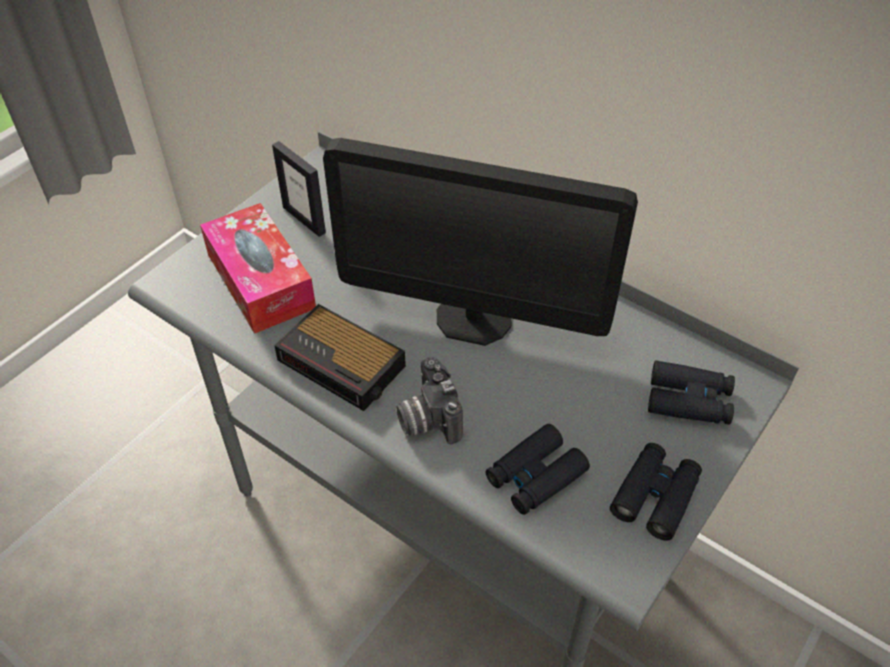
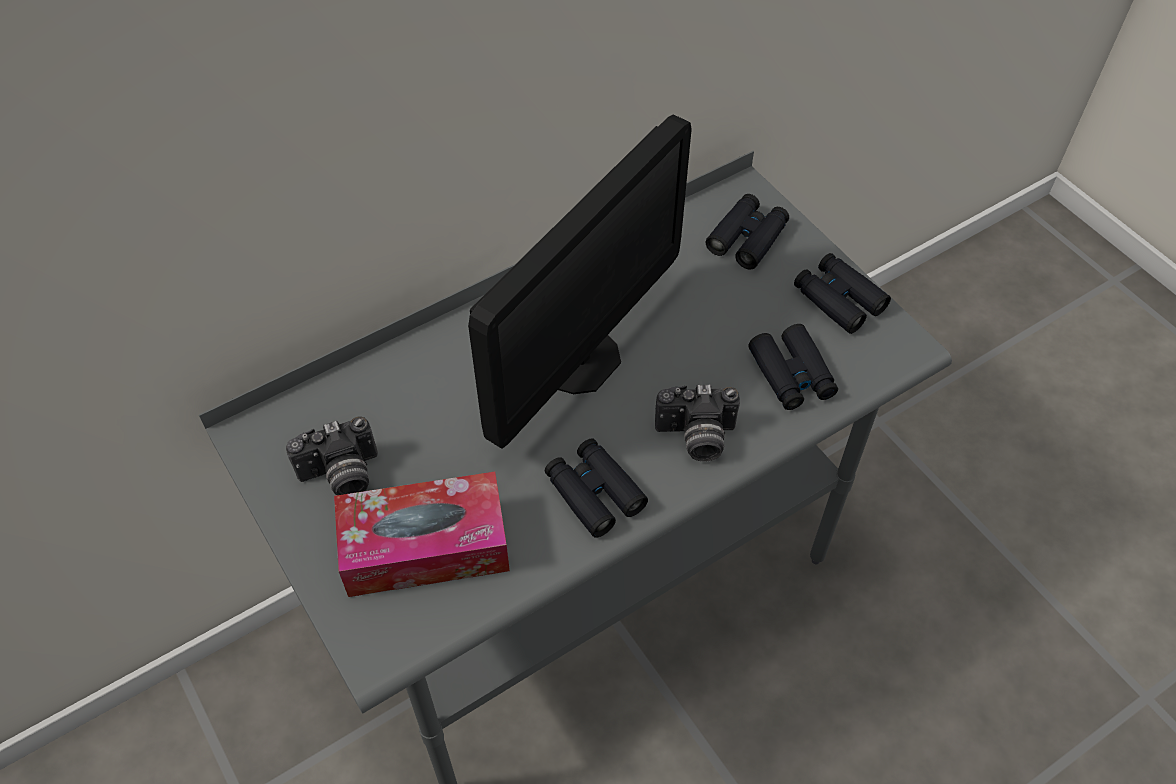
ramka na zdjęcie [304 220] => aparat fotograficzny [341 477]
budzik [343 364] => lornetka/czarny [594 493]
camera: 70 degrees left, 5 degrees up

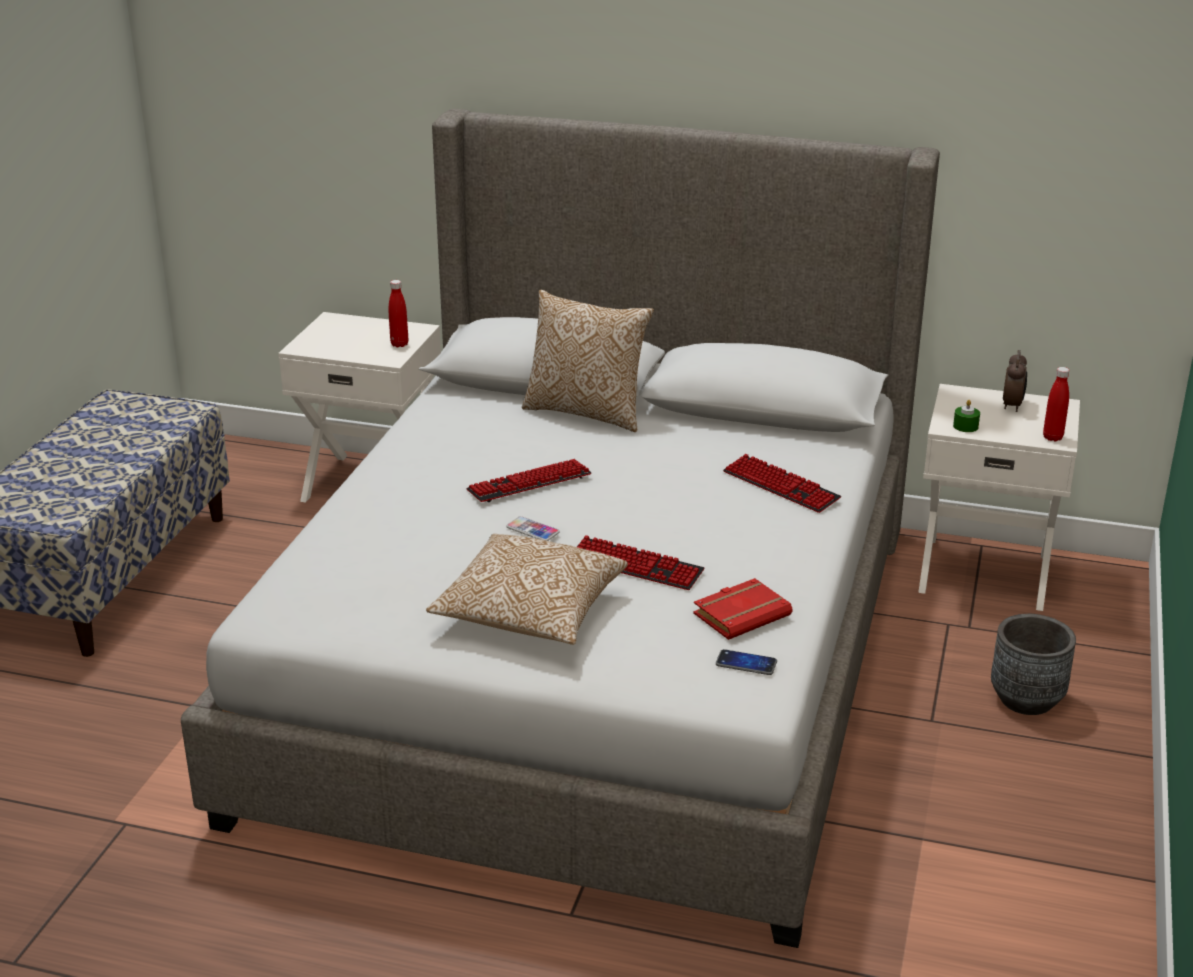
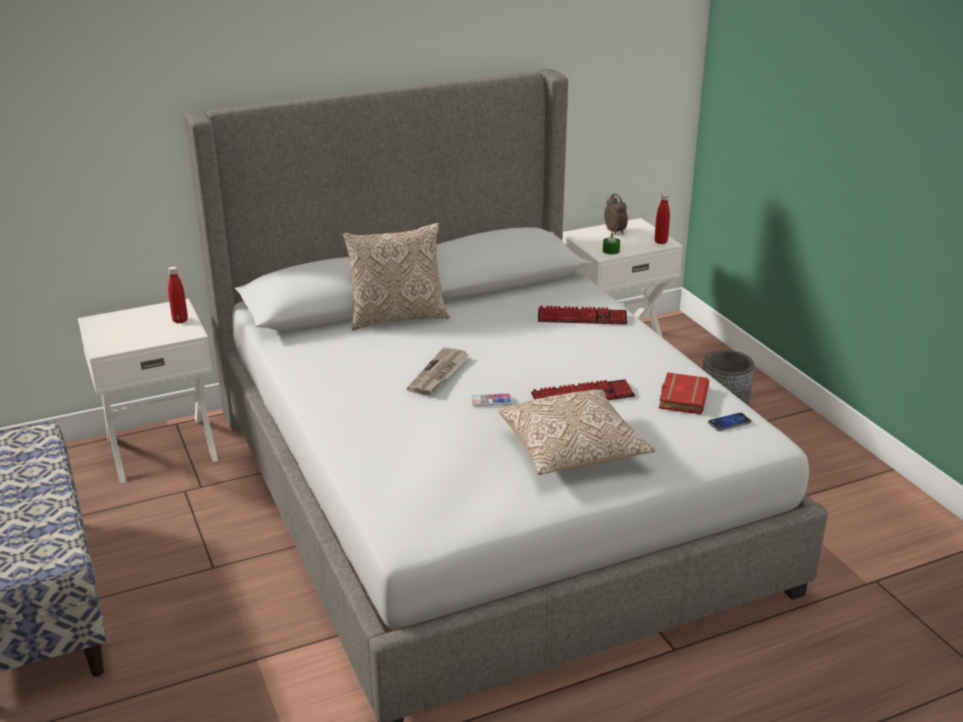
klawiatura [529 483] => gazeta [439 374]
camera: 40 degrees left, 0 degrees up

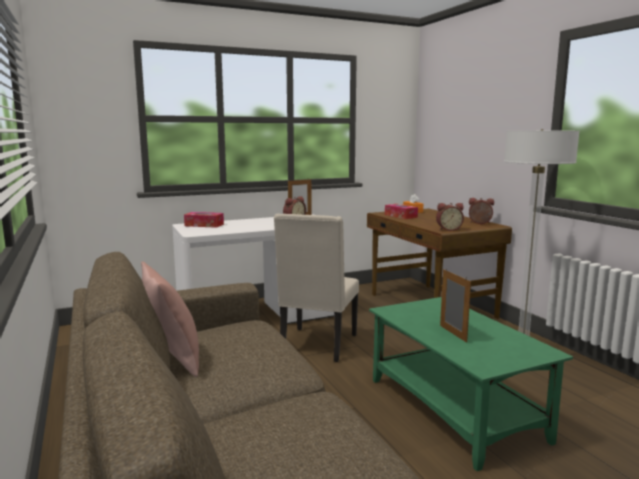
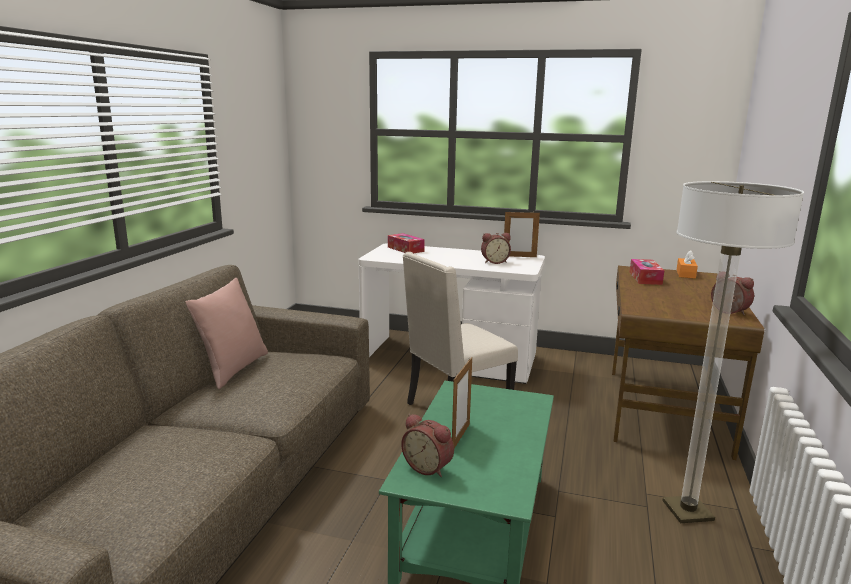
budzik [448 229] => budzik [429 467], relocated
camera: 40 degrees right, 5 degrees up

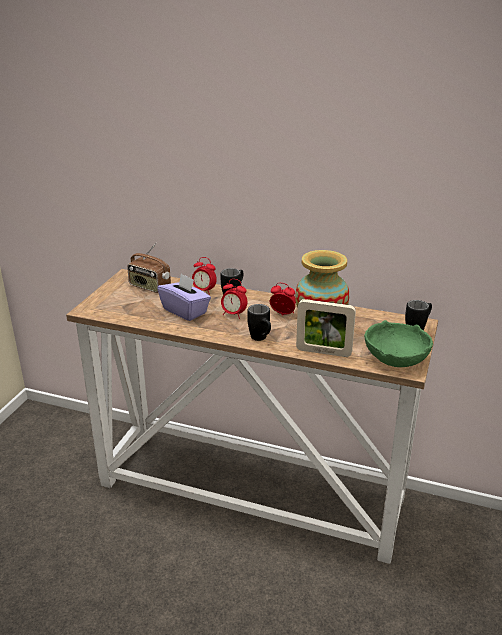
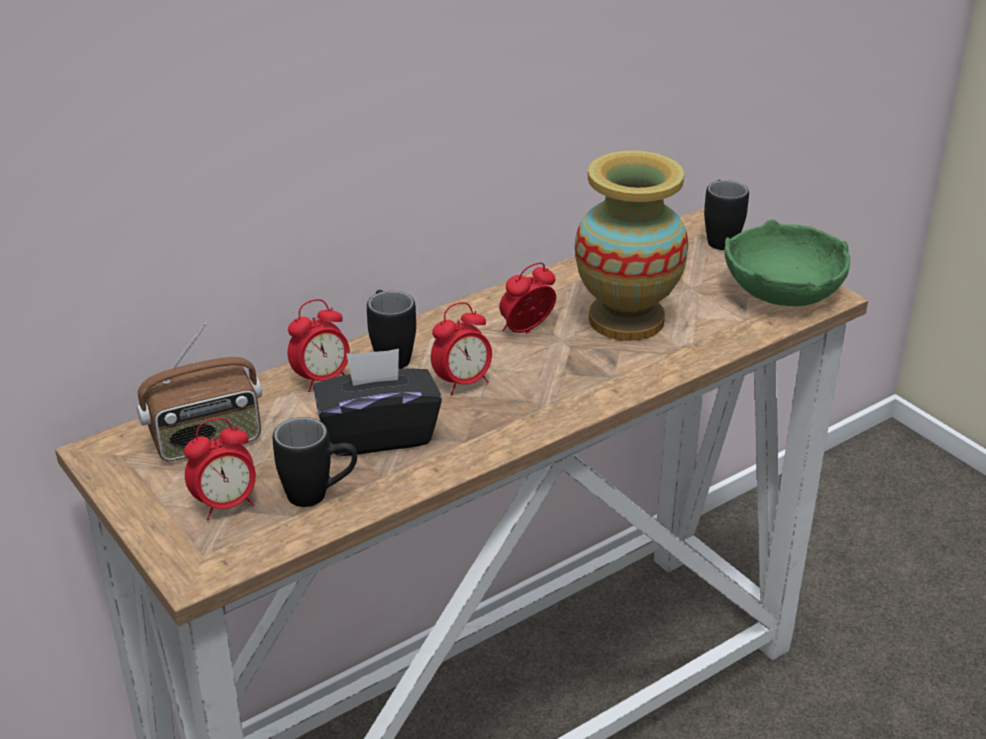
pudełko chusteczek/fioletowy [185 311] => pudełko chusteczek/czarny [378 434]
ramka na zdjęcie [323 352] => nothing
kubek/czarny [261 339] => kubek/czarny [319 496], relocated
nothing => budzik [226 505]
camera: 55 degrees left, 5 degrees up

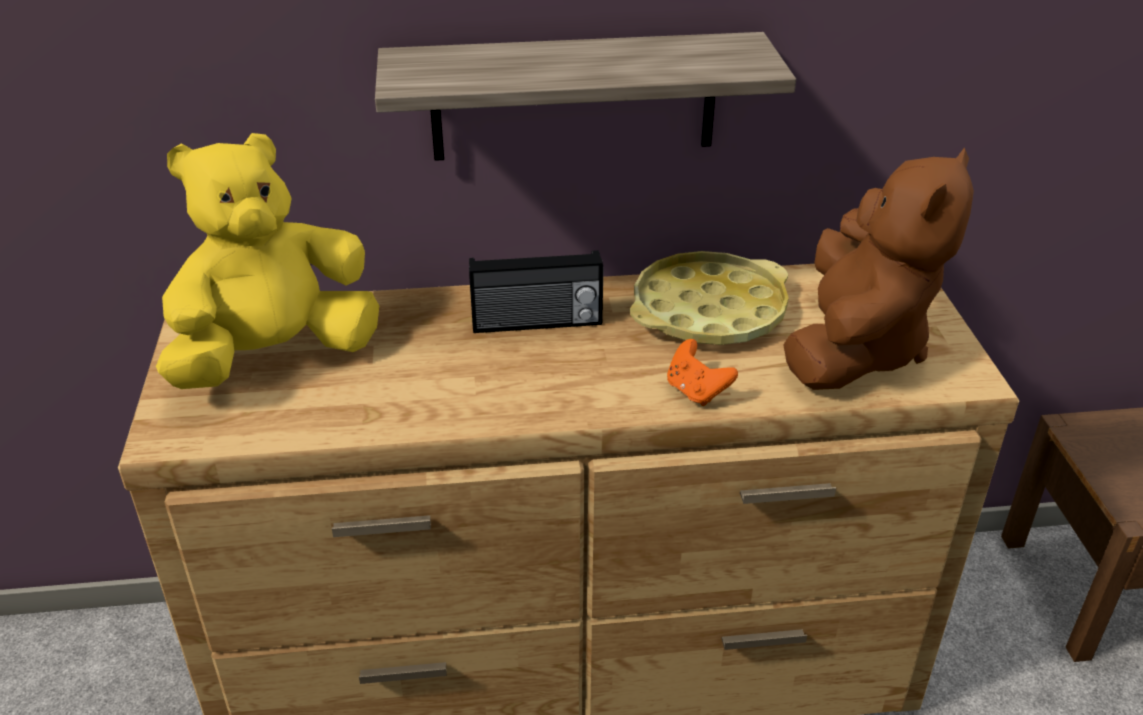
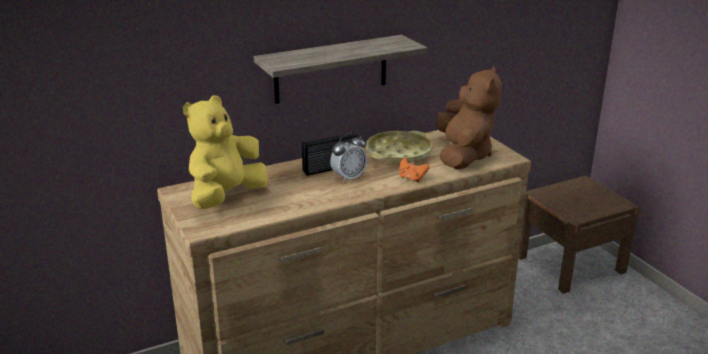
nothing => budzik [348 178]
camera: 20 degrees left, 10 degrees down

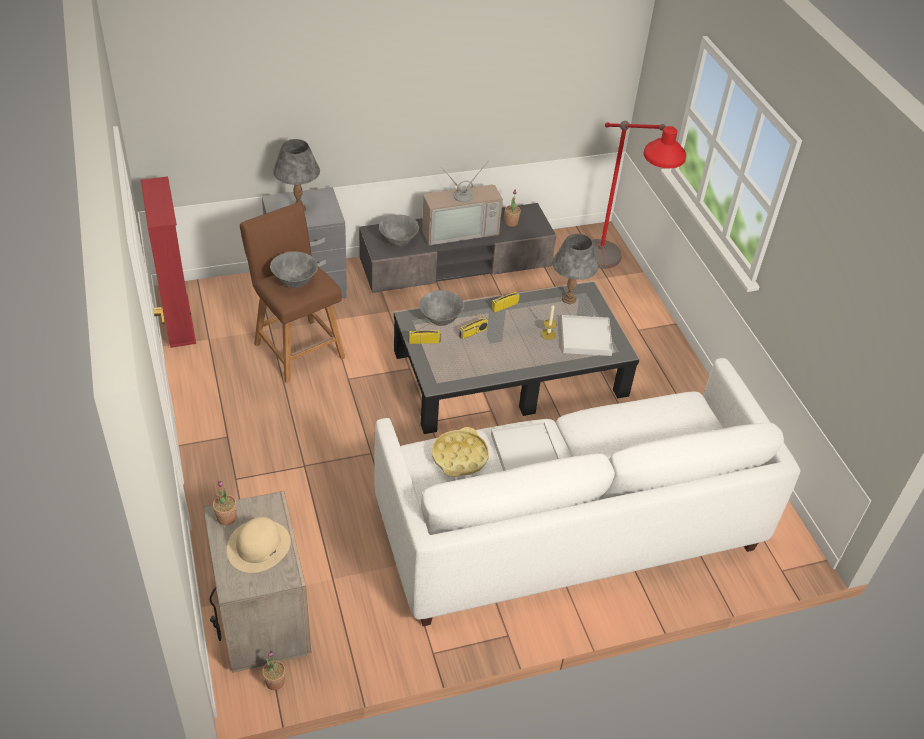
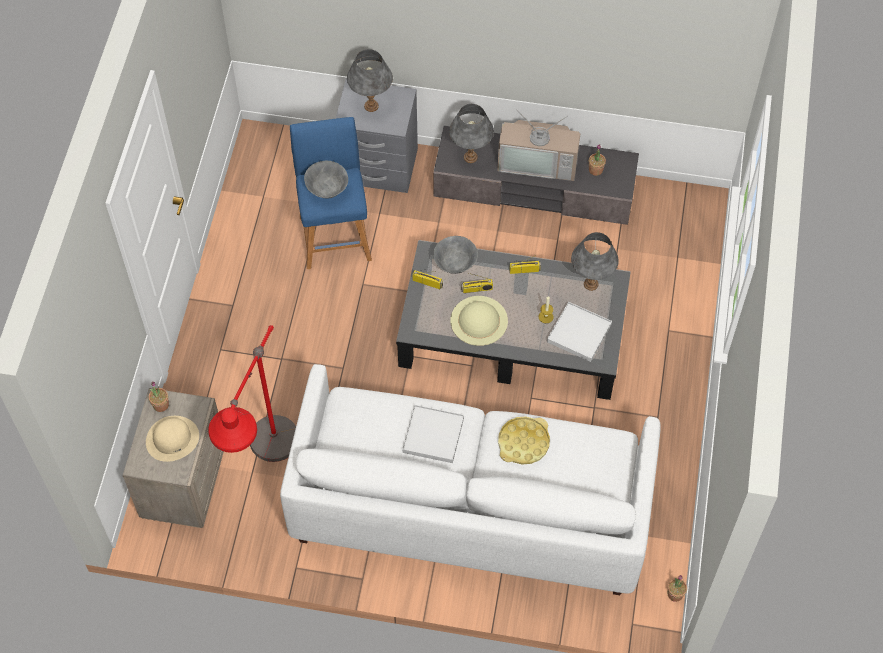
lampa stojąca/czerwony [611 274] => lampa stojąca/czerwony [266 471], relocated
regał/czerwony [178 321] => nothing
stołek/brązowy [297 348] => stołek/niebieski [334 234]
miska/szary [398 242] => lampa stołowa/szary [471 157]
taca/żółty [459 456] => taca/żółty [523 443], relocated
roślina doniczkowa [275 682] => roślina doniczkowa [675 594], relocated
nothing => kapelusz/beżowy [479 320]
camera: 30 degrees right, 15 degrees up

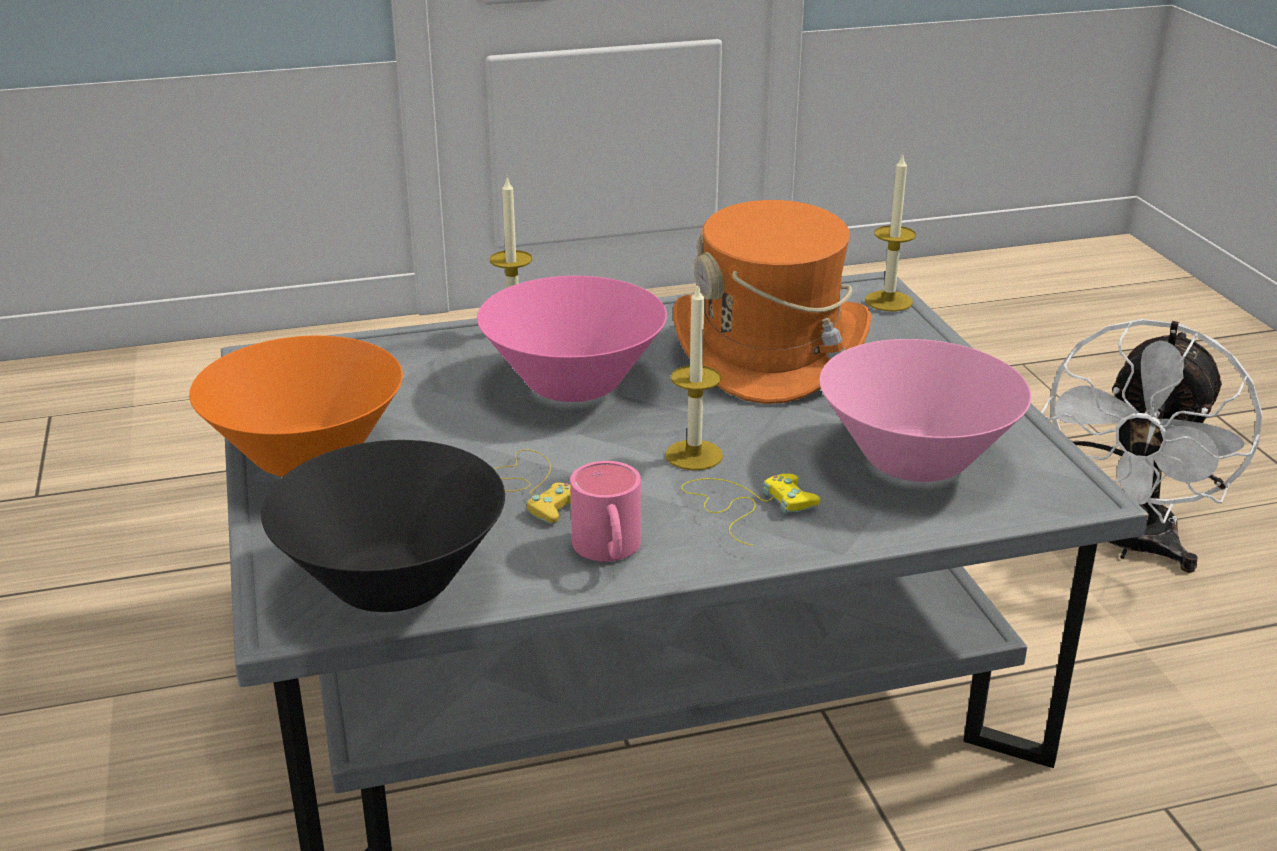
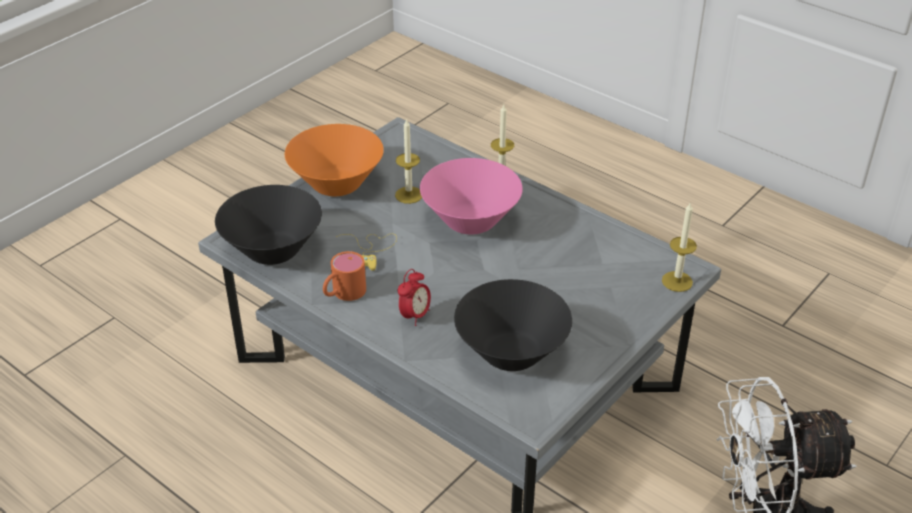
kapelusz/pomarańczowy [770 351] => nothing
świeca [694 455] => świeca [409 195], relocated
miska/różowy [915 460] => miska/czarny [511 353]
kubek/różowy [609 551] => kubek/pomarańczowy [343 293]
pad do gier/żółty [745 505] => budzik [415 315]
camera: 55 degrees right, 10 degrees up

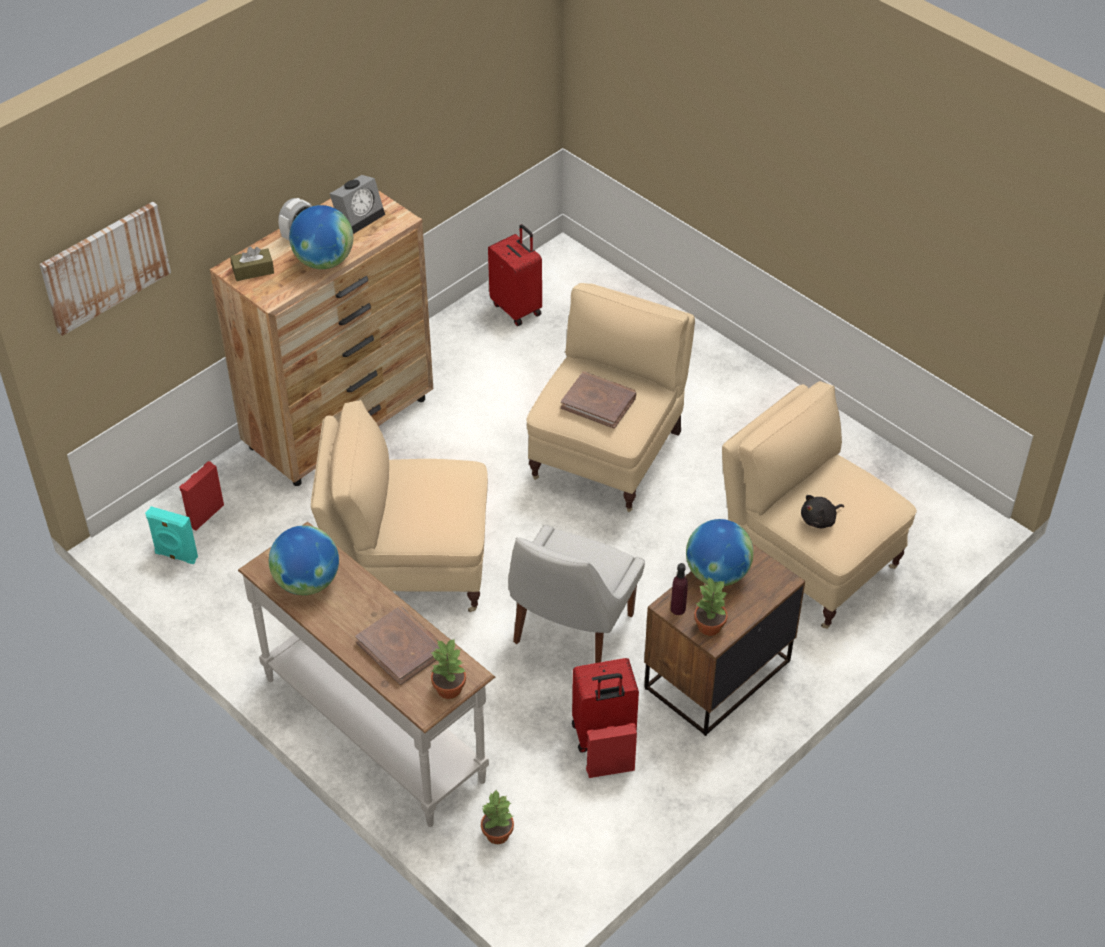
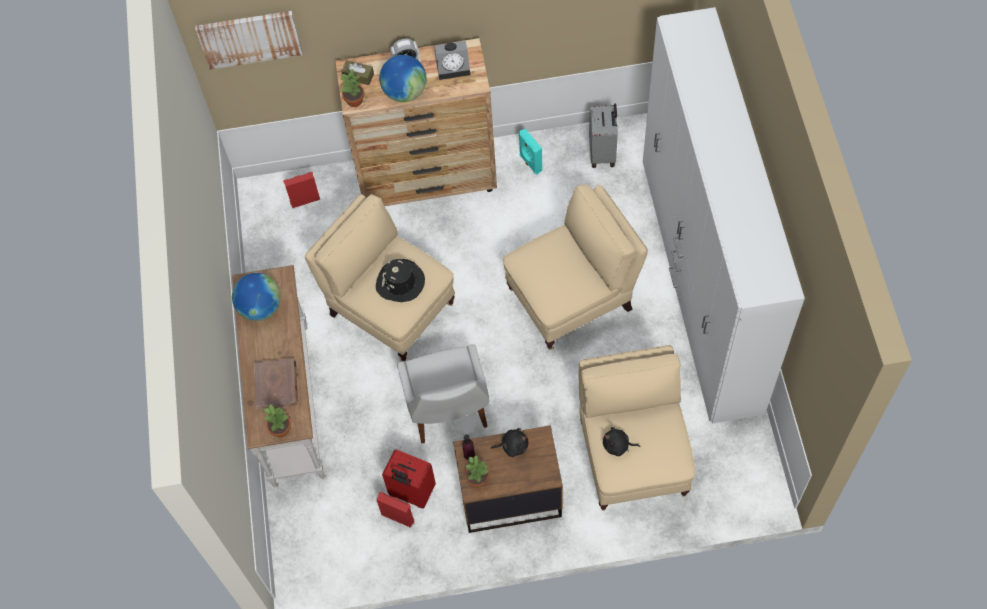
walizka/czerwony [517 308] => walizka/szary [603 153]
książka/brązowy [599 402] => nothing
głośnik/turkusowy [175 556] => głośnik/turkusowy [530 163], relocated
globus [716 574] => pluszak/czarny [512 446]
krzesło/biały [571 632] => krzesło/biały [448 412], 75 degrees counterclockwise
roślina doniczkowa [497 835] => roślina doniczkowa [354 101], relocated
nothing => szafa/biały [700 282]
nothing => kapelusz/czarny [400 282]
camera: 40 degrees right, 15 degrees up

